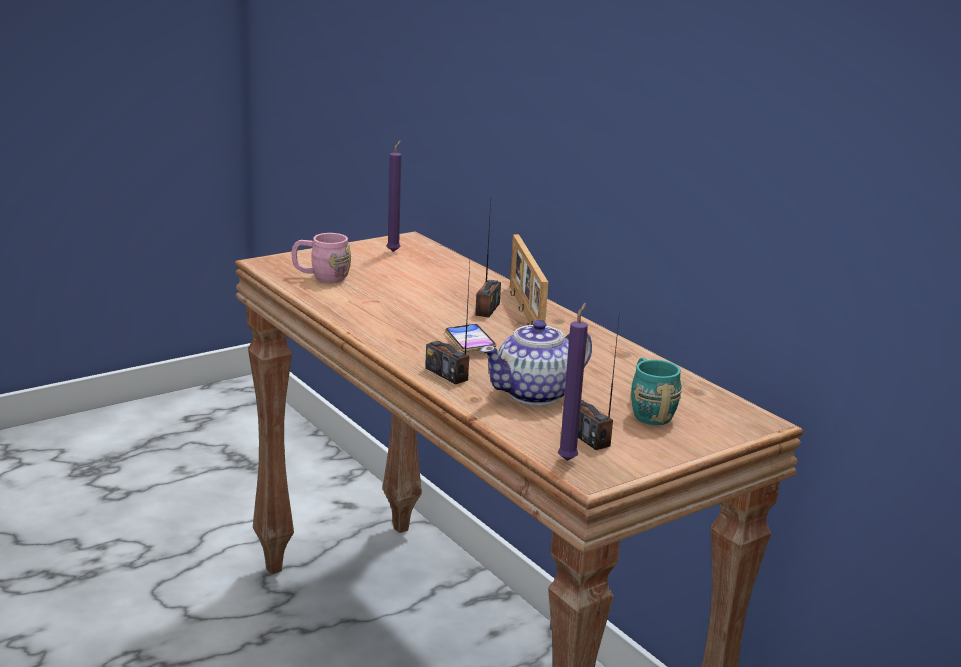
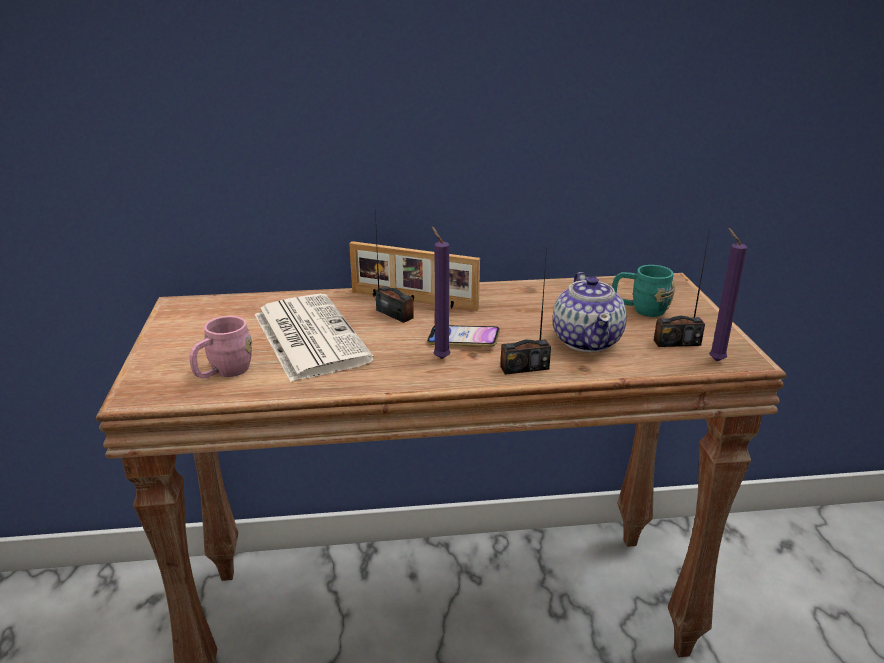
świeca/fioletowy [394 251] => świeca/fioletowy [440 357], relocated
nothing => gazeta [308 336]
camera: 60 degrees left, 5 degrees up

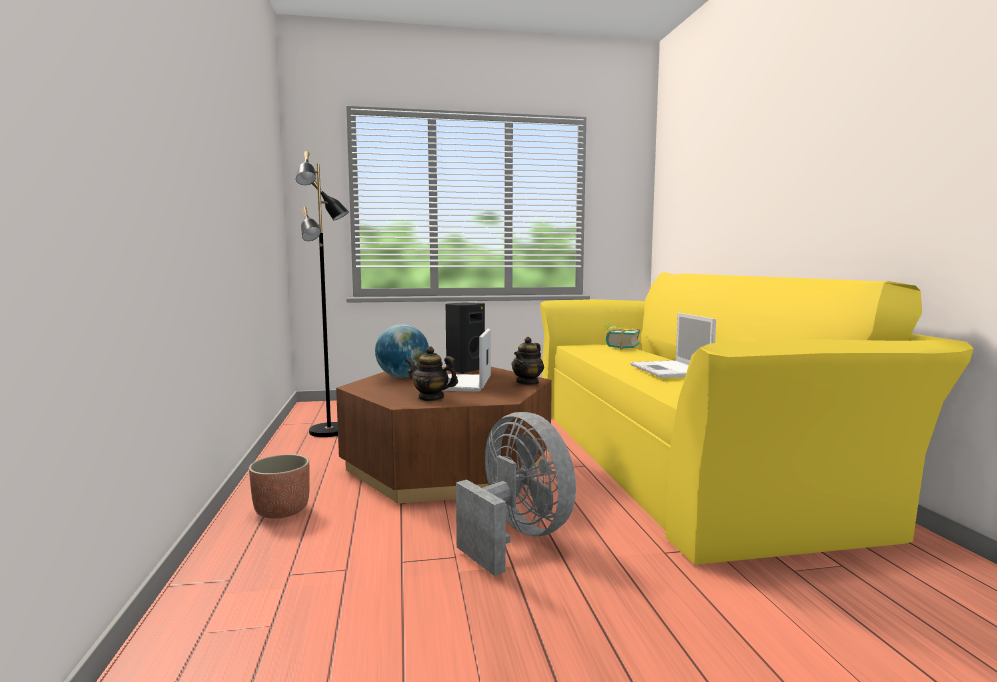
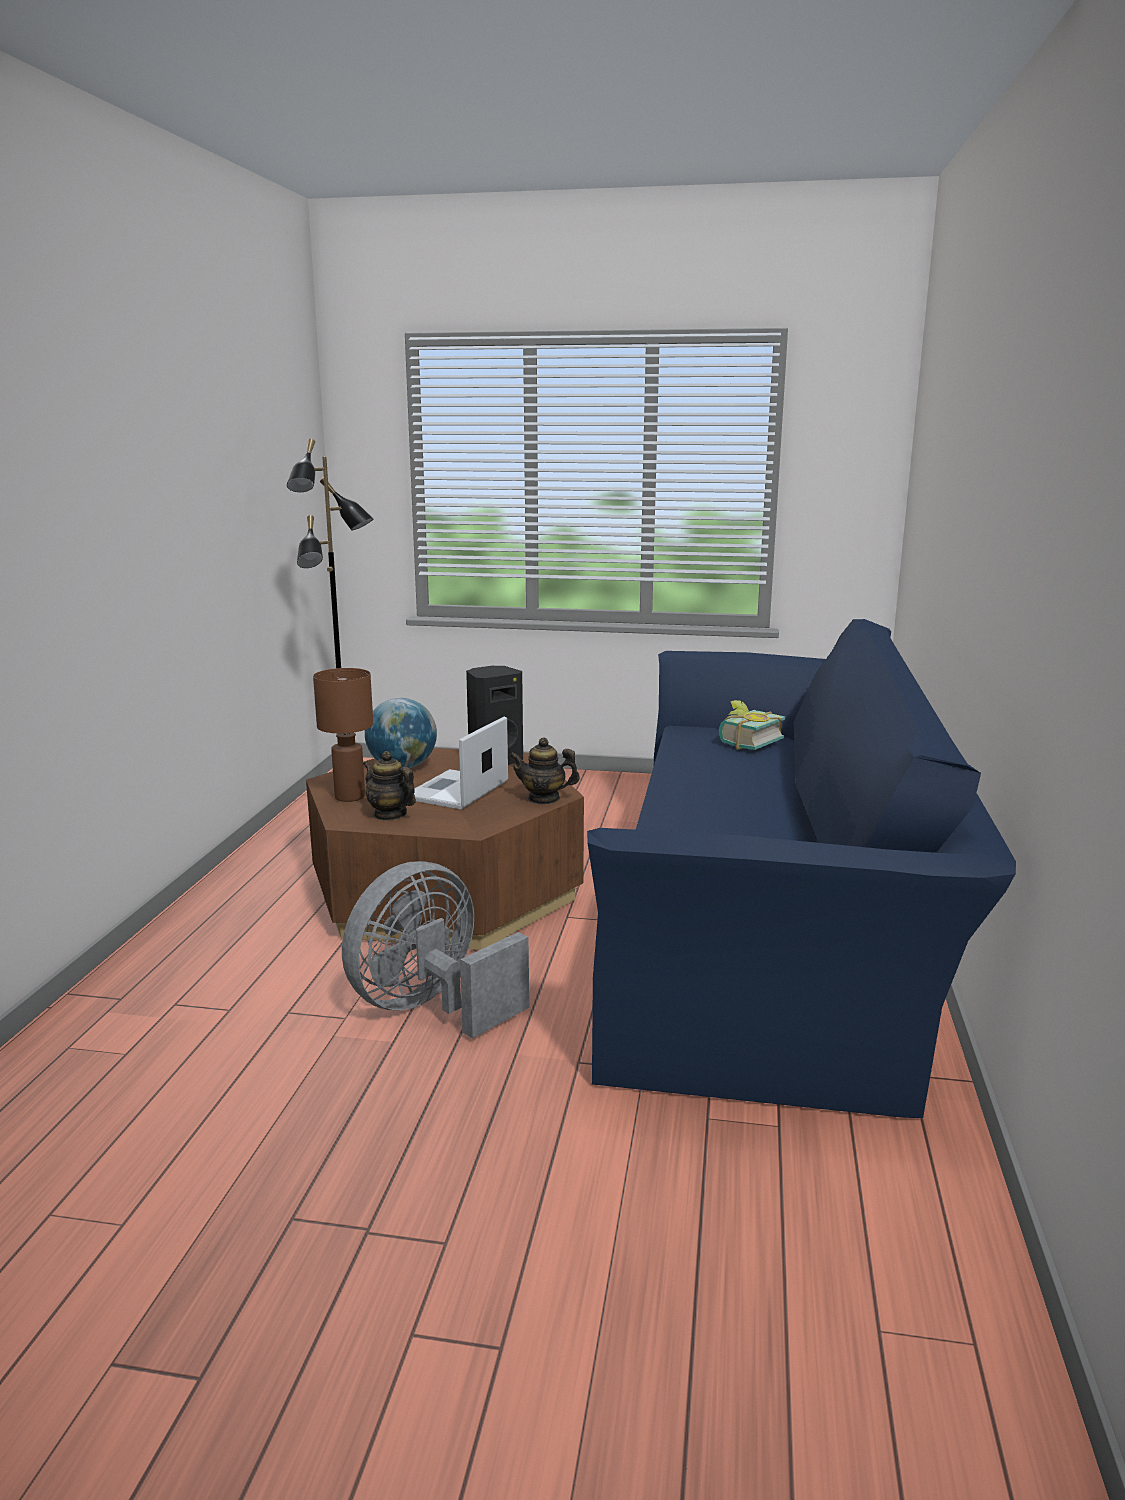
kanapa/żółty [683 456] => kanapa/niebieski [775 927]
laptop [671 370] => nothing
imbryk [528 382] => imbryk [544 799], 45 degrees clockwise
wentylator/szary [516 537] => wentylator/szary [431 1007], 120 degrees counterclockwise
donica [282 510] => nothing
nothing => lampa stołowa/brązowy [350 797]
camera: 20 degrees right, 10 degrees up

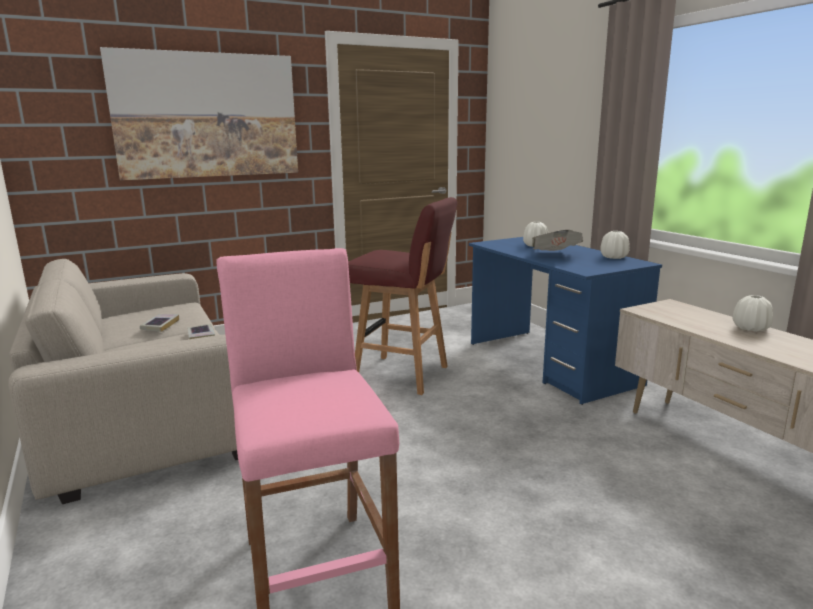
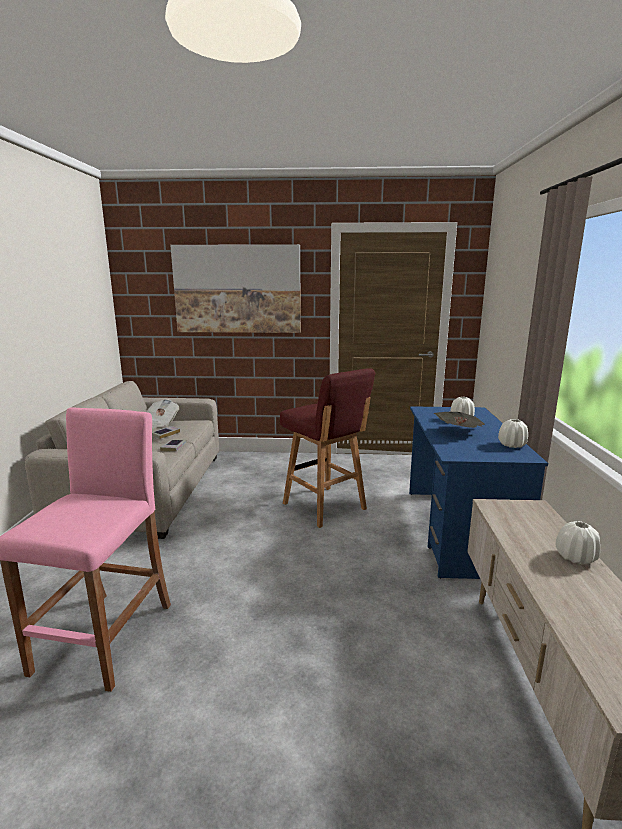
nothing => gazeta [161 423]
camera: 30 degrees right, 0 degrees up

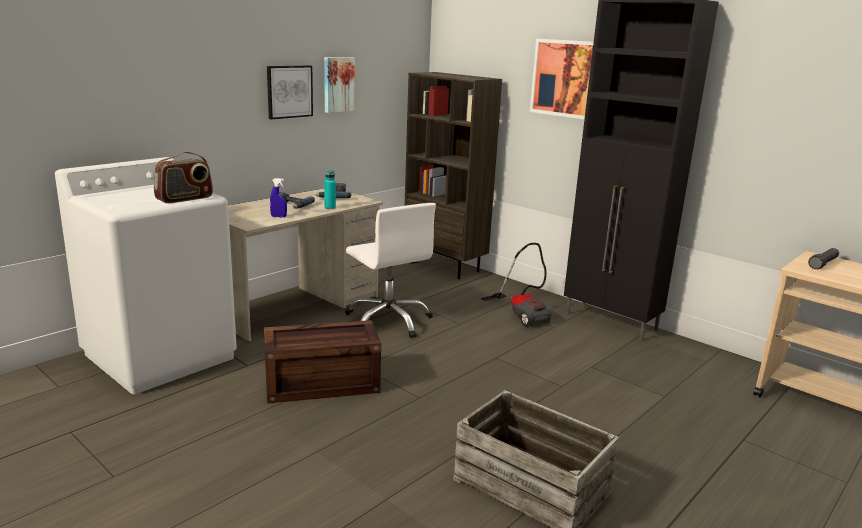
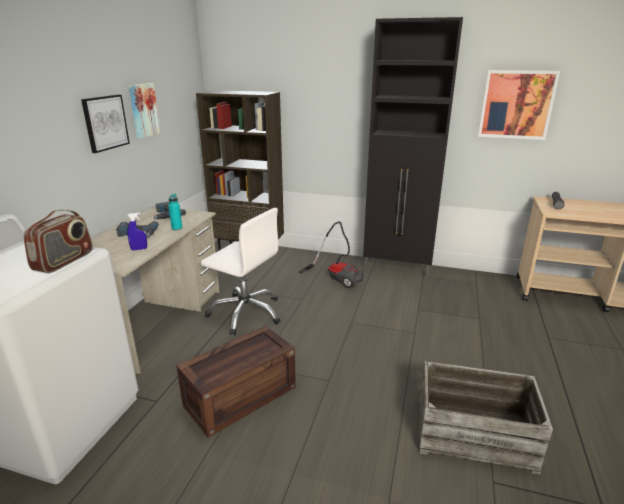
obraz [566 78] => obraz [516 104], relocated
camera: 25 degrees left, 5 degrees up

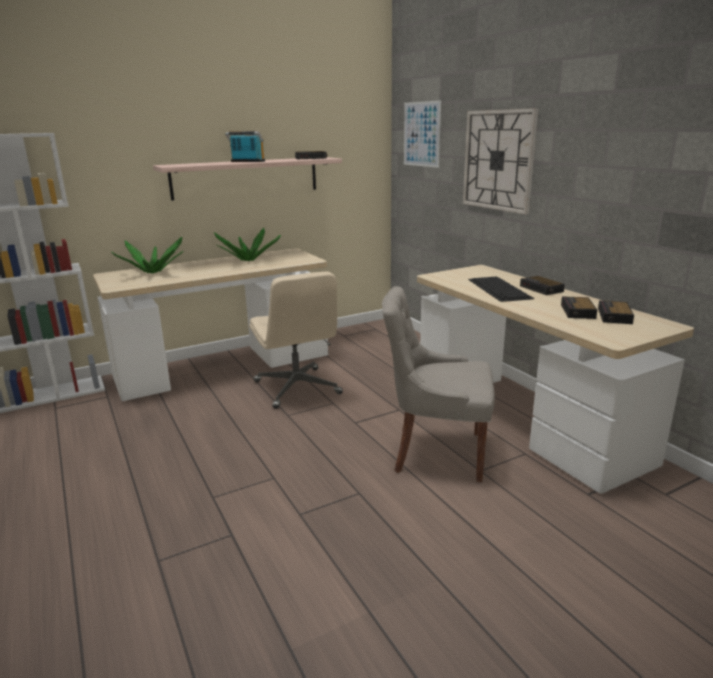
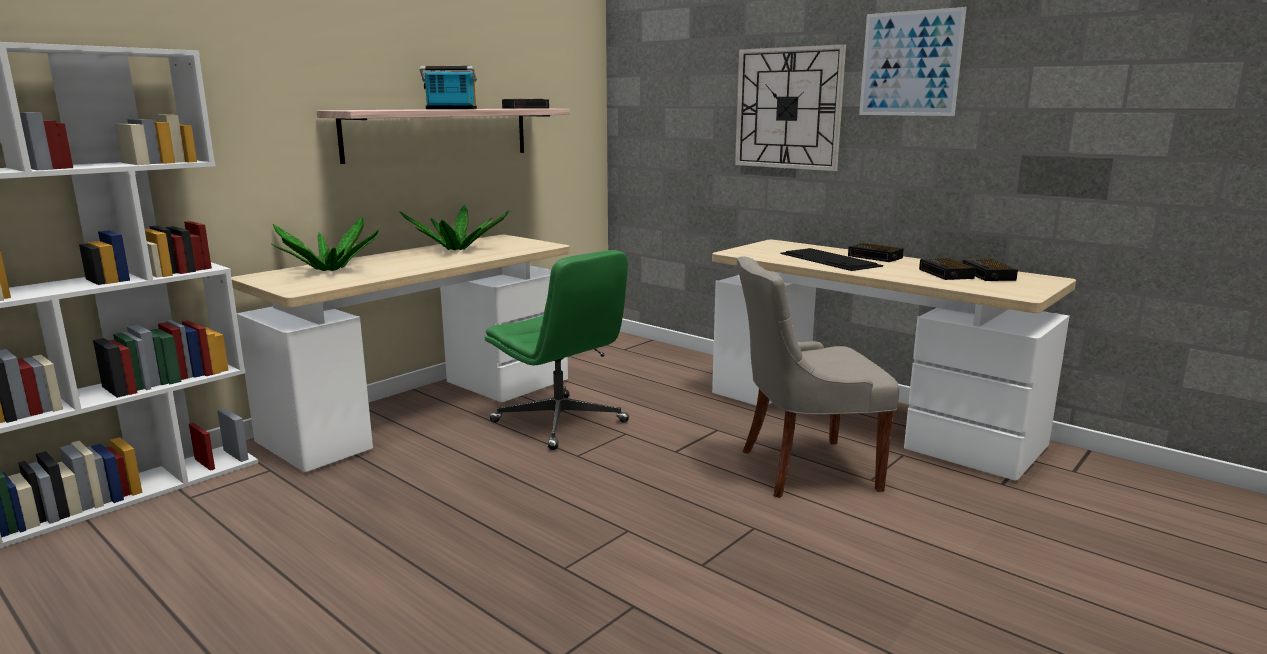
obraz [421 134] => obraz [910 64], relocated
krzesło biurowe/beżowy [297 388] => krzesło biurowe/zielony [561 422]
camera: 20 degrees left, 5 degrees down

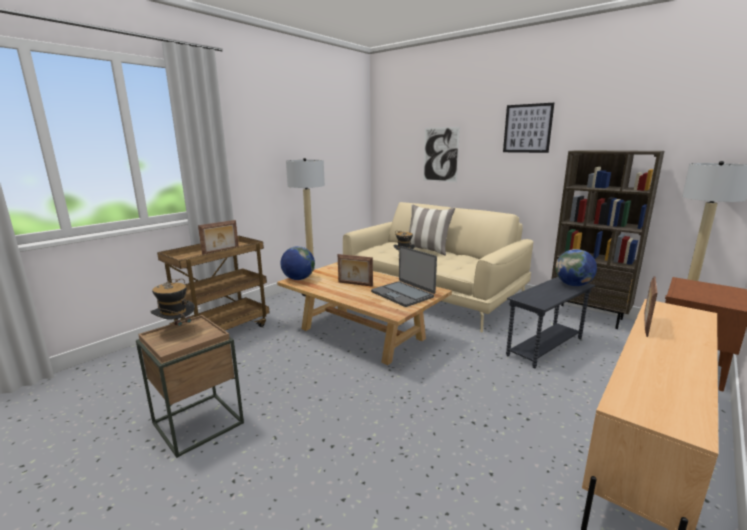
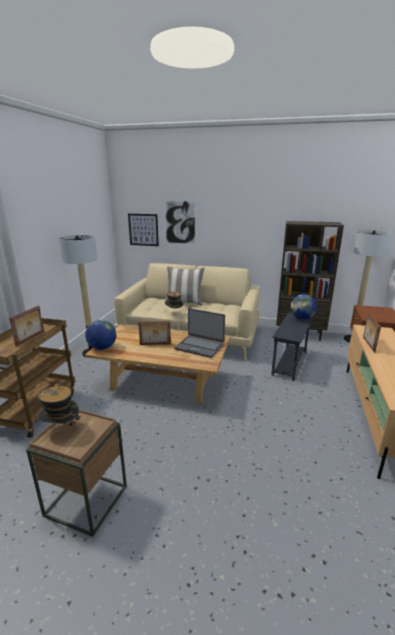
obraz [527 128] => obraz [143 229], relocated
camera: 25 degrees left, 5 degrees up

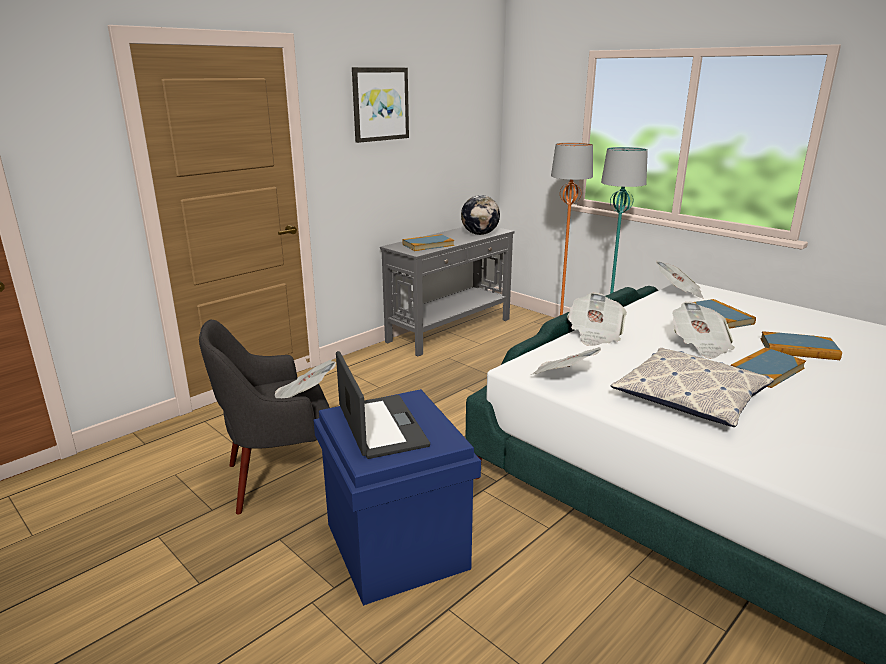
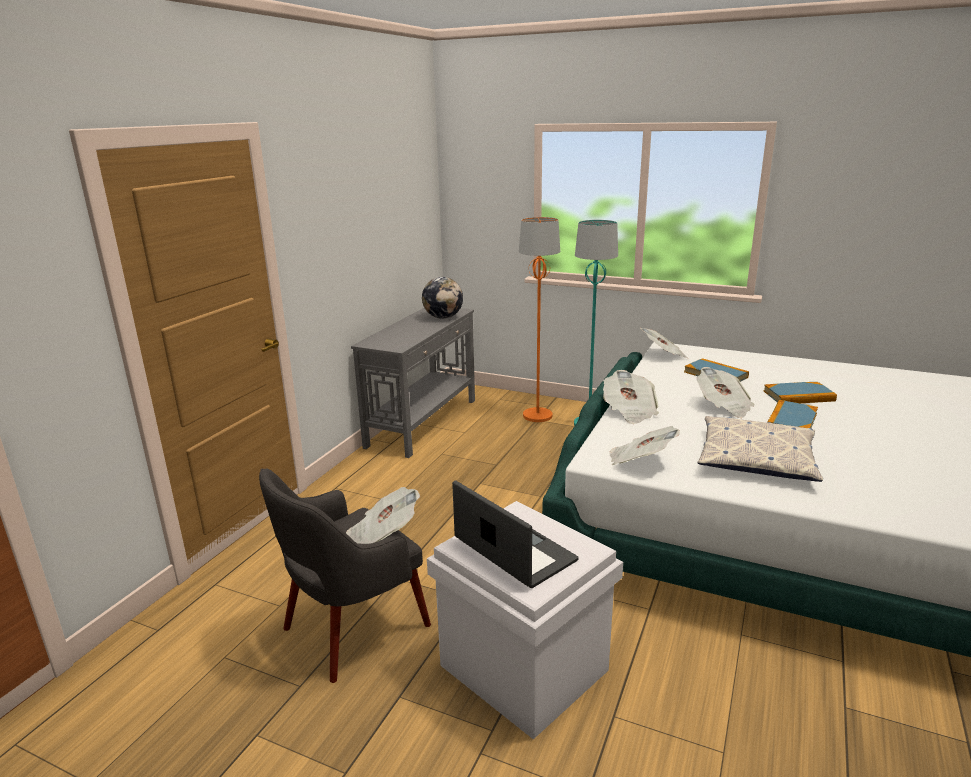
obraz [380 104] => nothing
książka [428 245] => nothing
pojemnik do przechowywania/niebieski [395 545] => pojemnik do przechowywania/biały [522 667]
camera: 20 degrees left, 0 degrees up

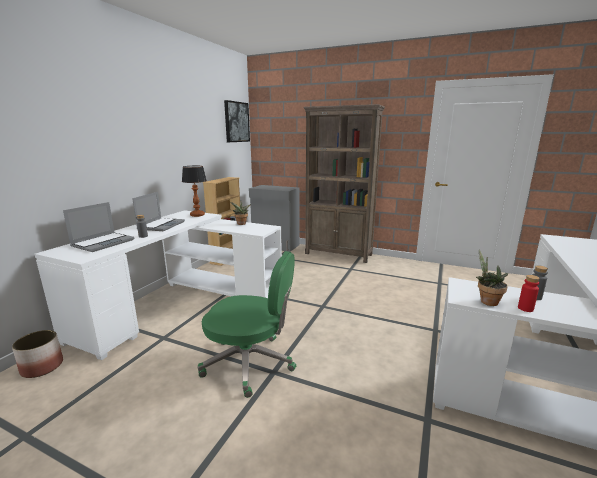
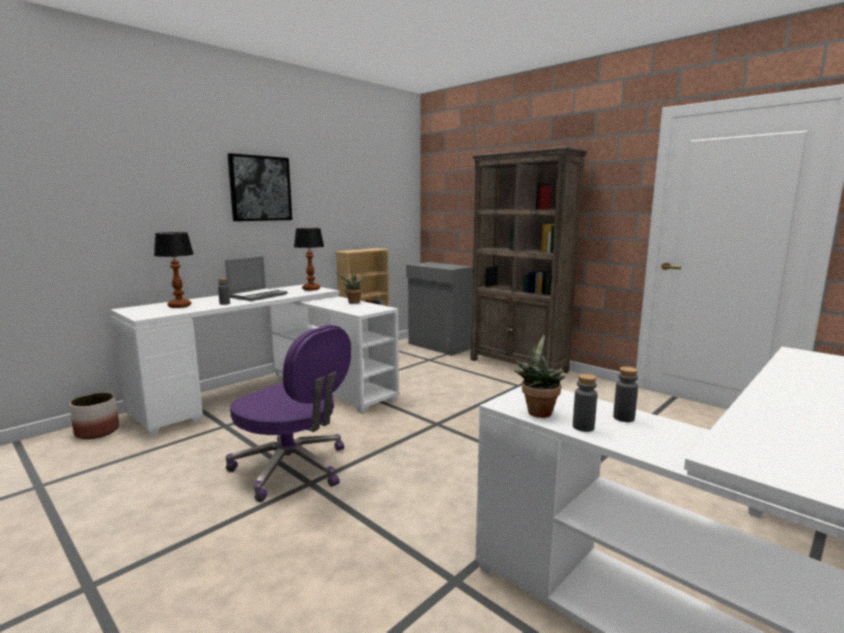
obraz [236 122] => obraz [260 188], relocated
laptop [103 243] => lampa stołowa [179 306]
krzesło biurowe/zielony [250 363] => krzesło biurowe/fioletowy [293 468]
butelka/czerwony [525 308] => butelka/szary [583 427]
camera: 20 degrees right, 5 degrees down

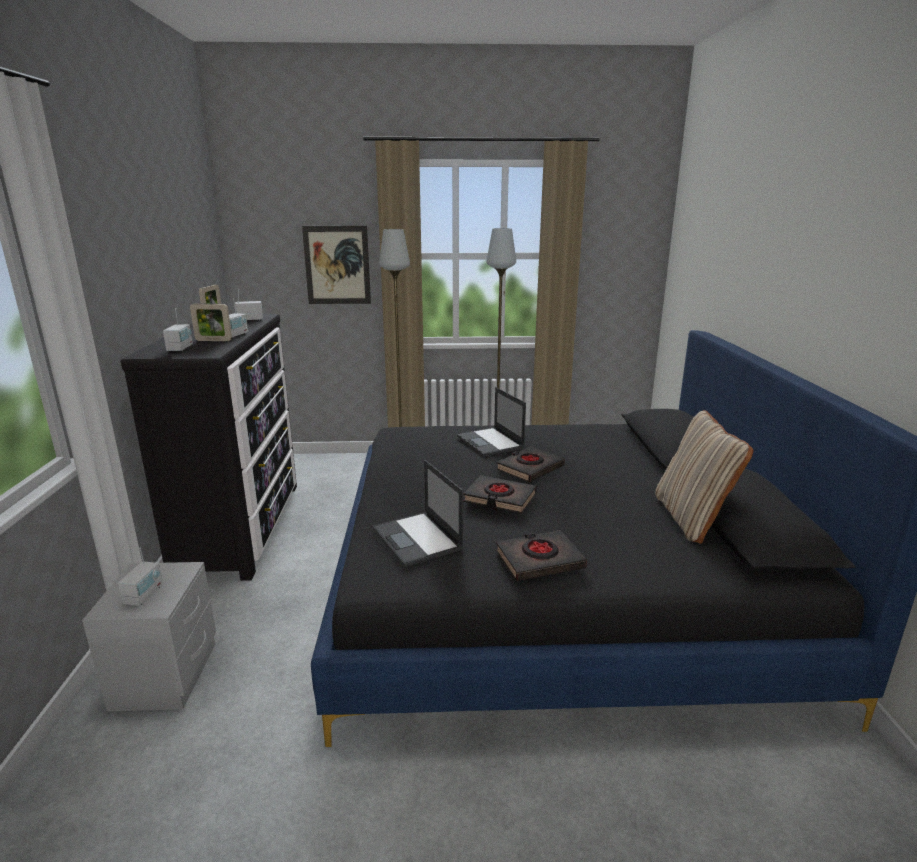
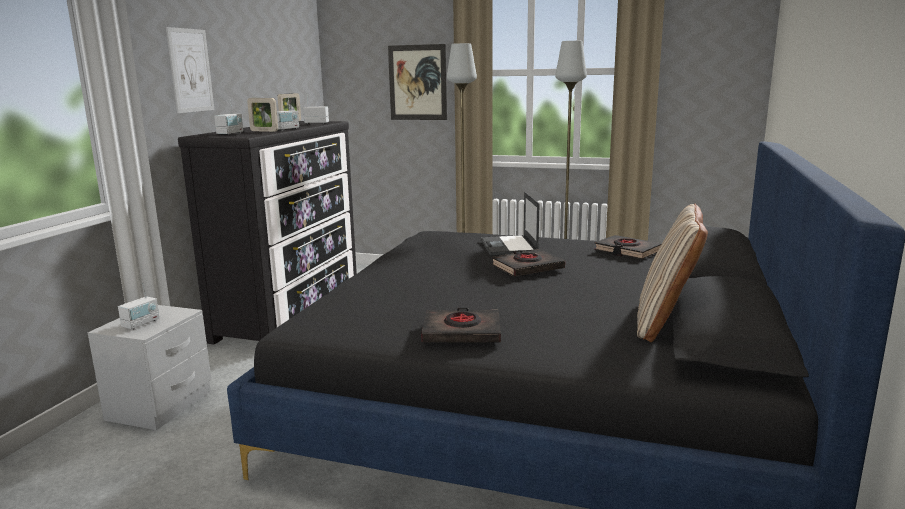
laptop [418 539] => nothing
książka/czarny [499 498] => książka/czarny [627 251], relocated
nothing => obraz [190 70]
camera: 20 degrees right, 5 degrees down

